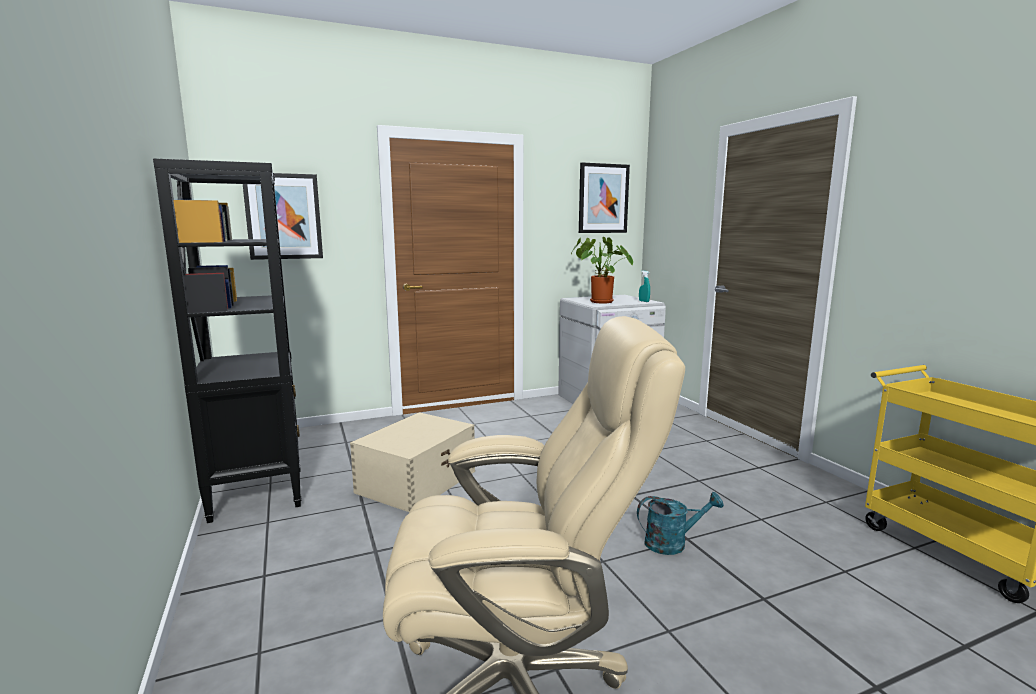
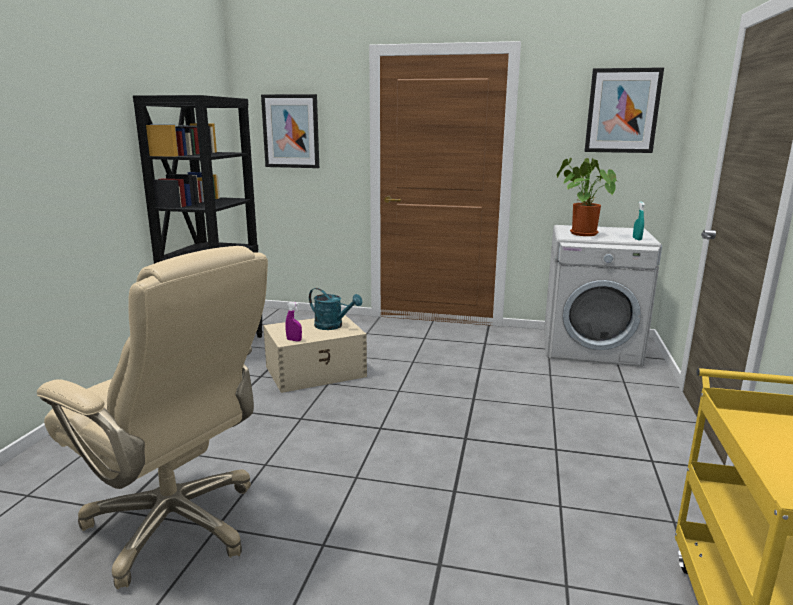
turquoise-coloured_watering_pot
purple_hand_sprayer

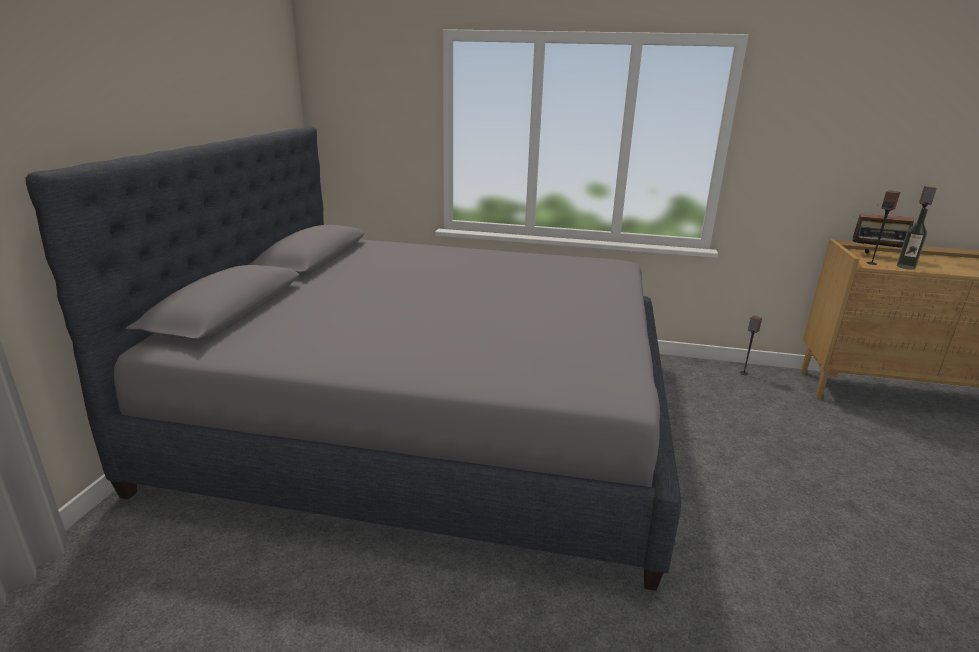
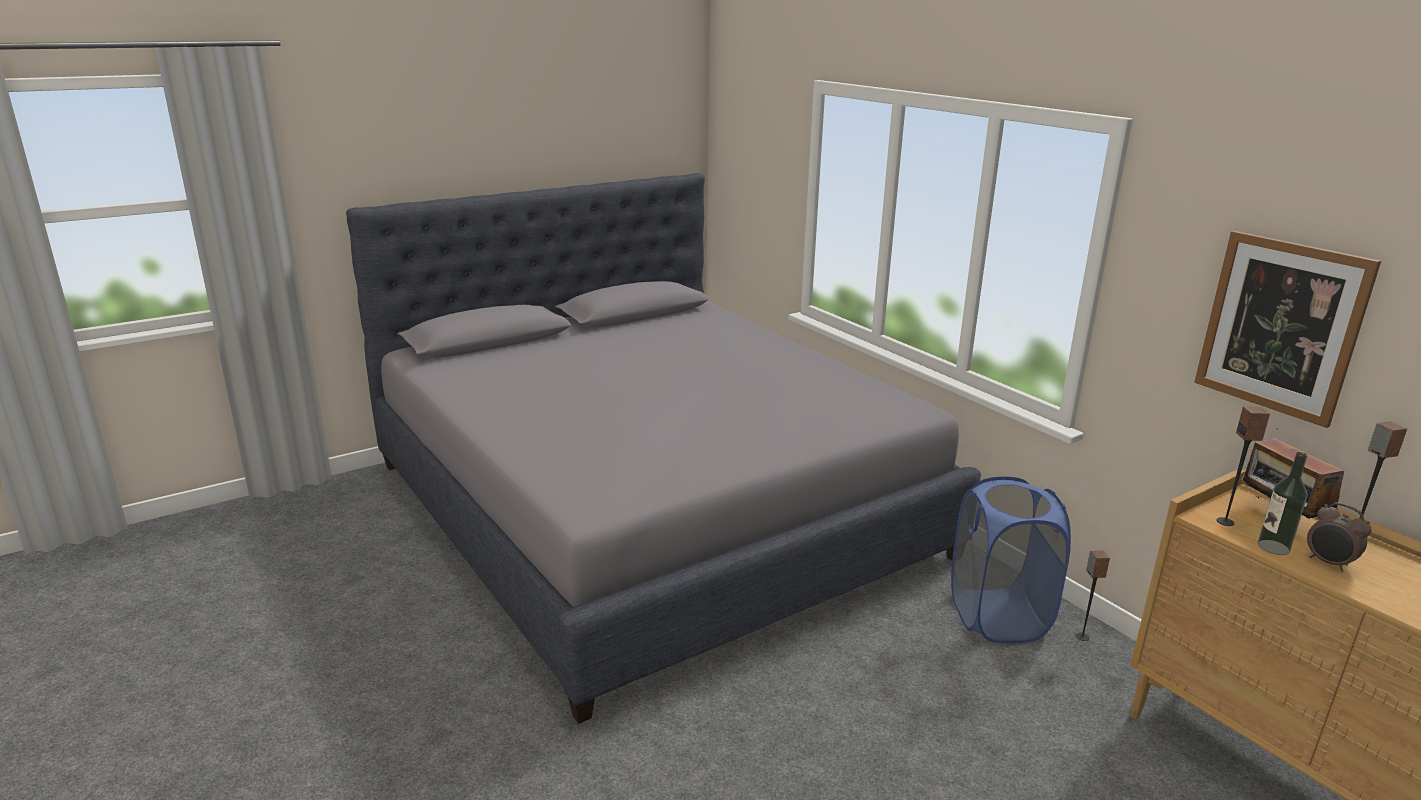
picture
blue_washing_basket
table_clock

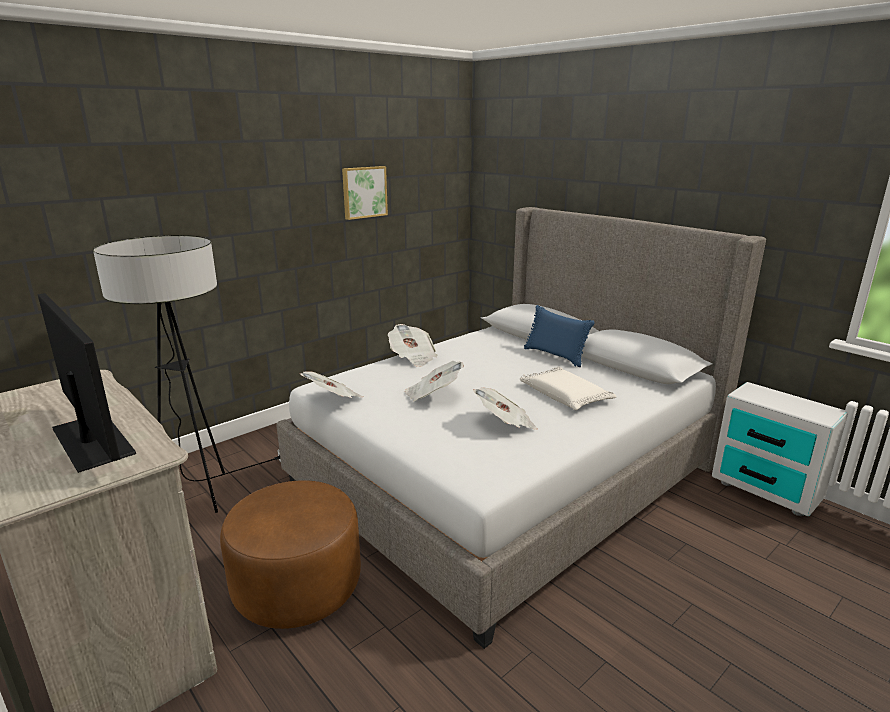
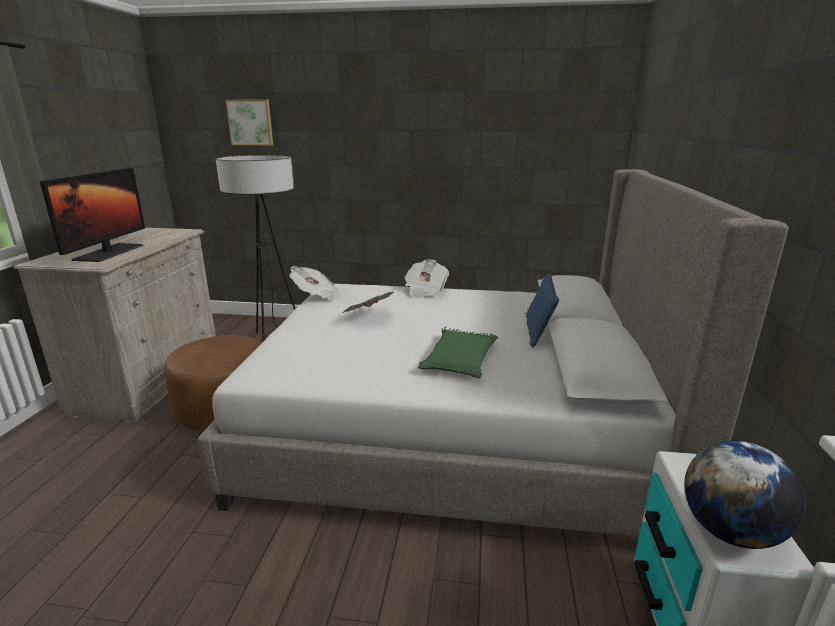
picture
greenish_throw_pillow
printed_paper (no. 4 from left in the first image)
desk_globe

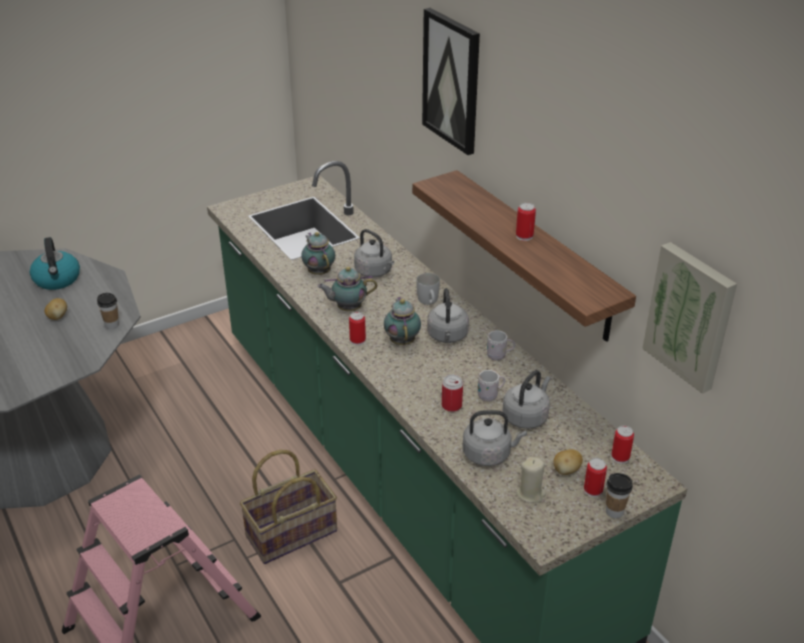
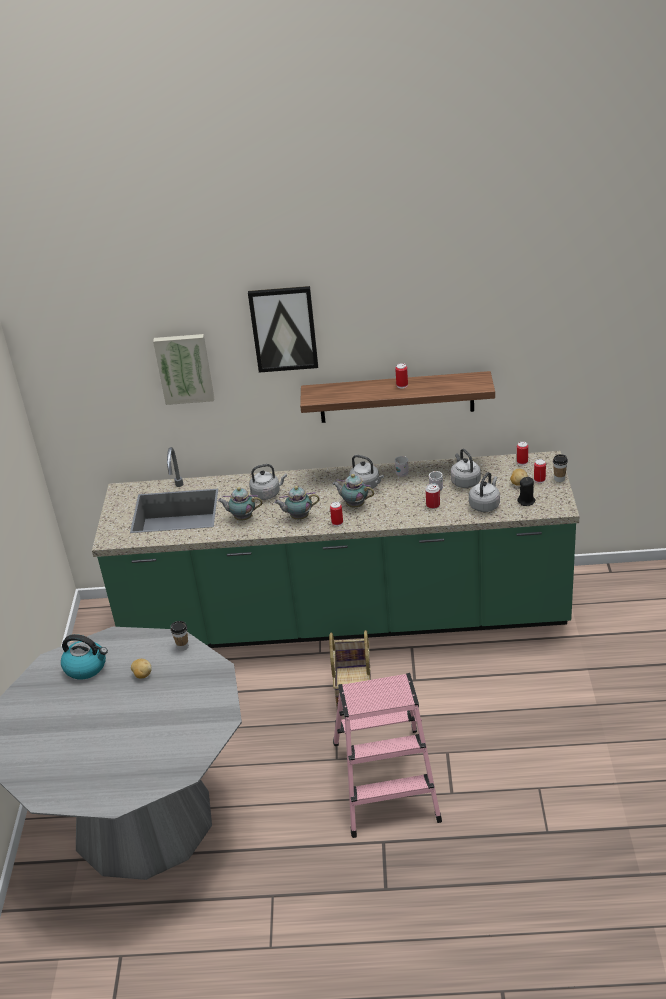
picture (no. 1 from left)
tea_pot (no. 2 from left)
whitish_coffee_mug (no. 1 from left in the first image)
blackish_wax_candle

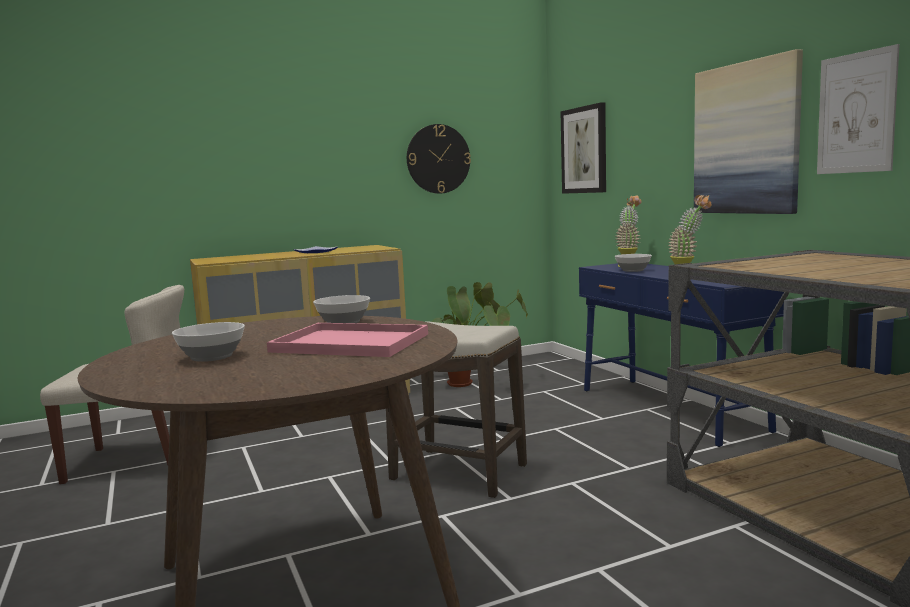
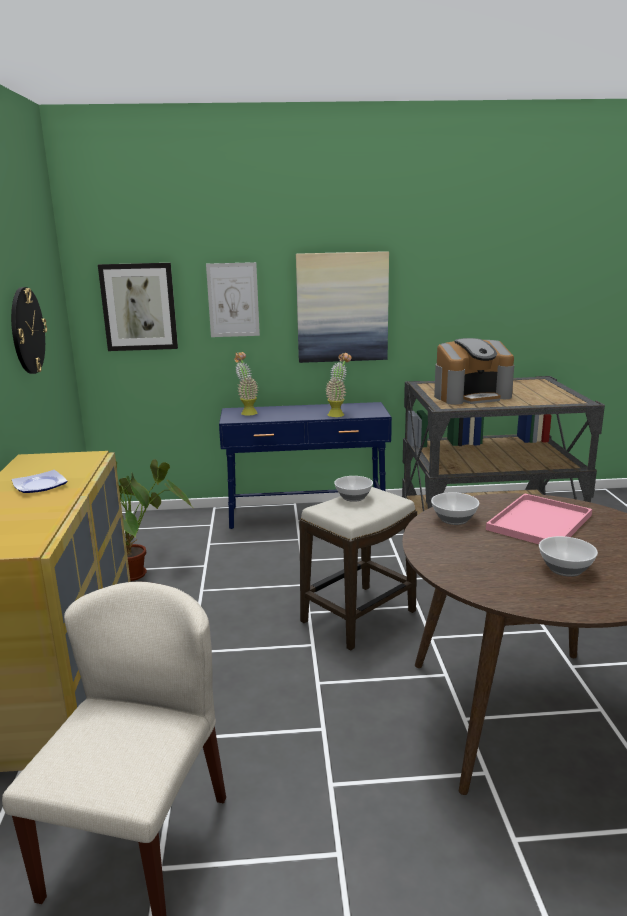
picture (no. 2 from left)
deep_dish (no. 1 from left)
coffee_maker

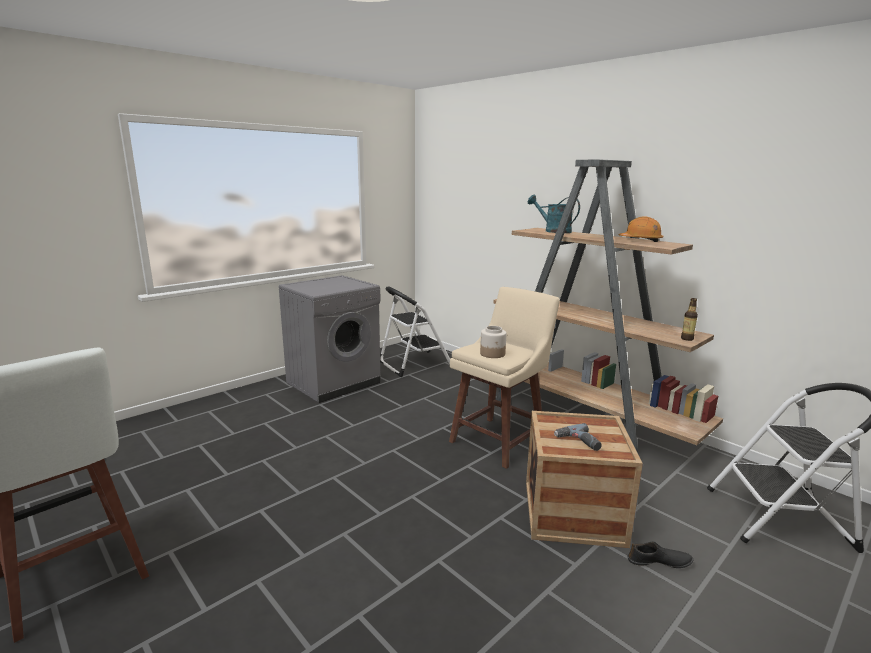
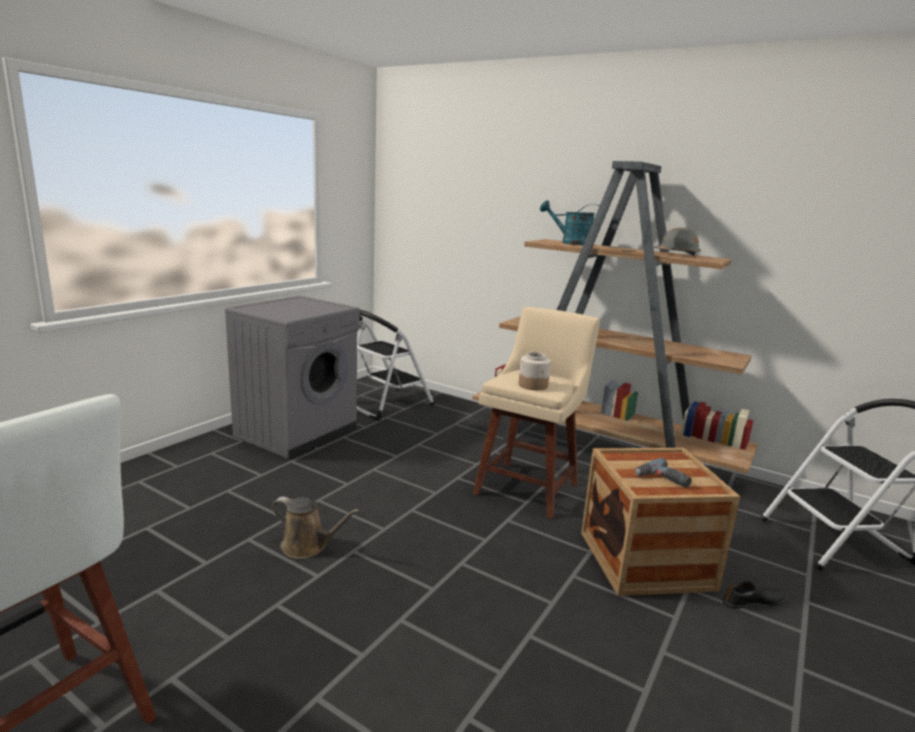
greyish_hard_hat
bottle
brown-coloured_watering_pot

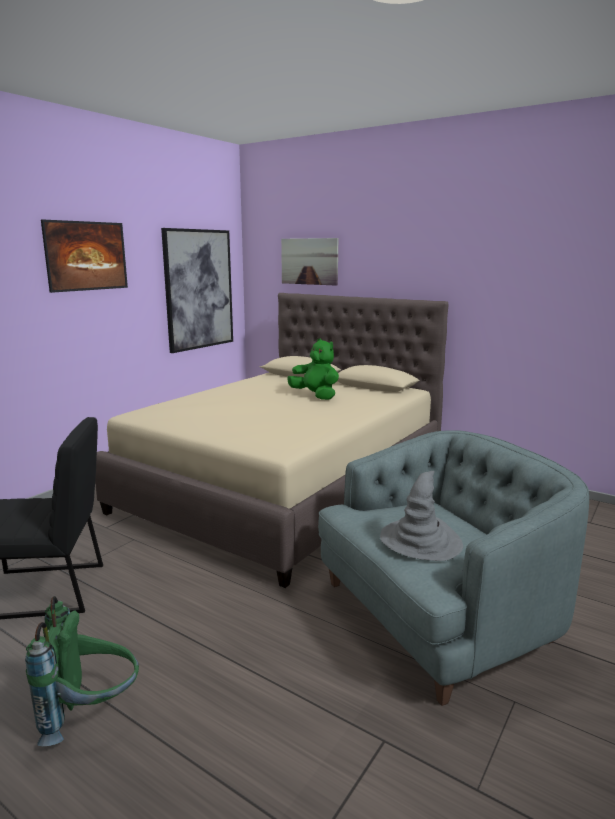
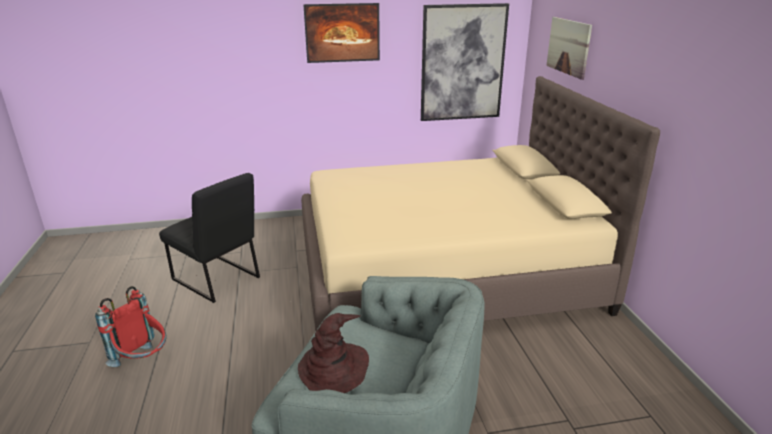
greenish_soft_toy
brown-coloured_clothing_hat
reddish_knapsack

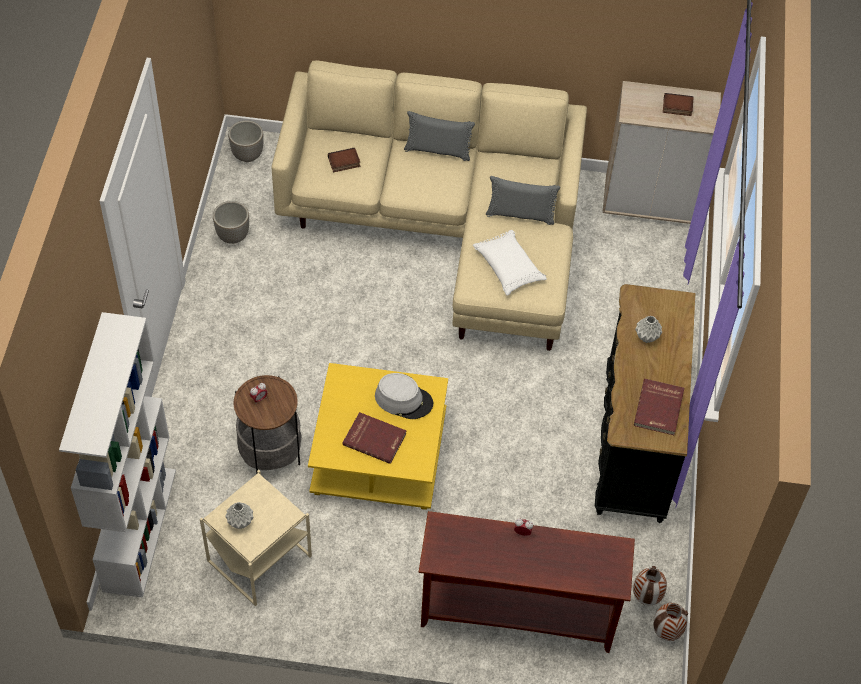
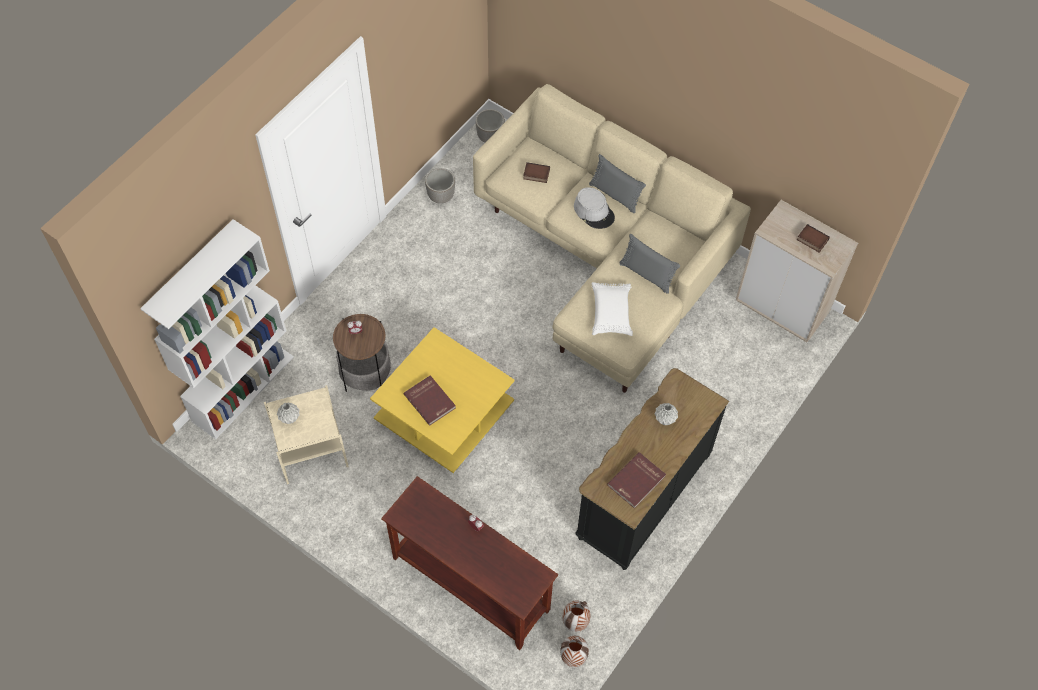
greyish_clothing_hat

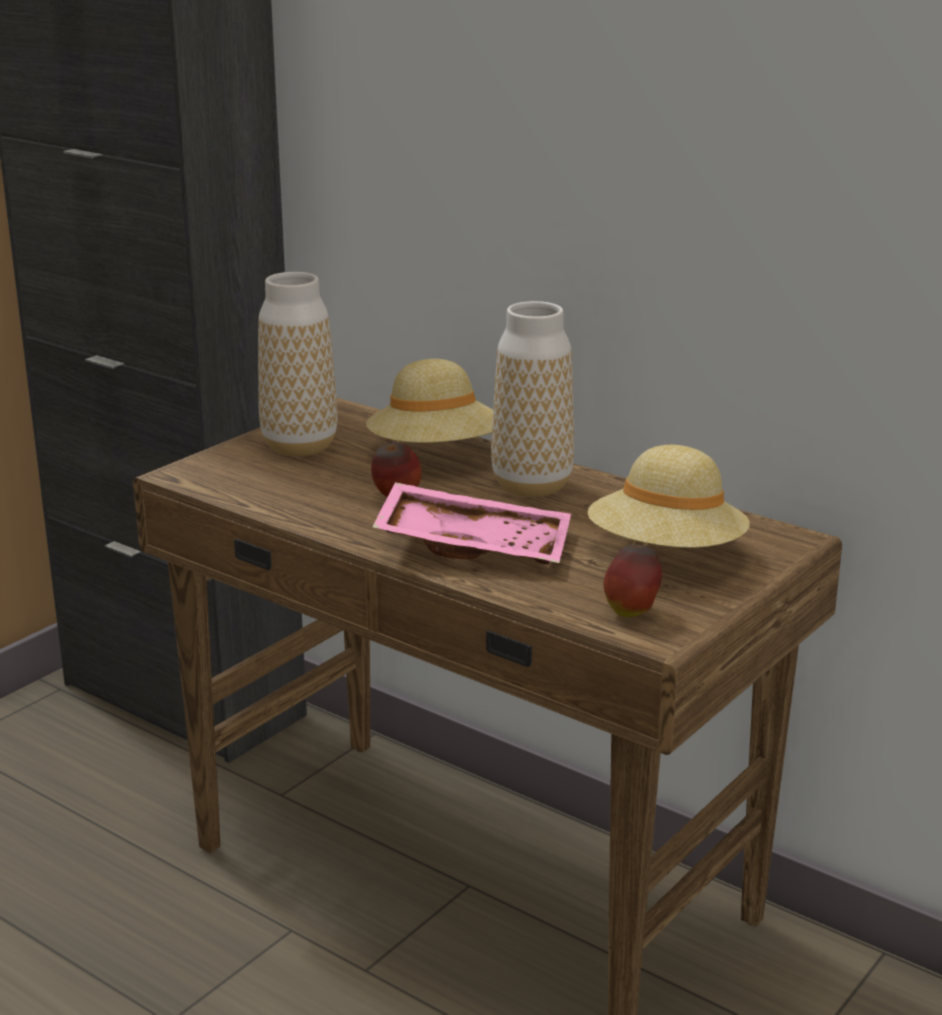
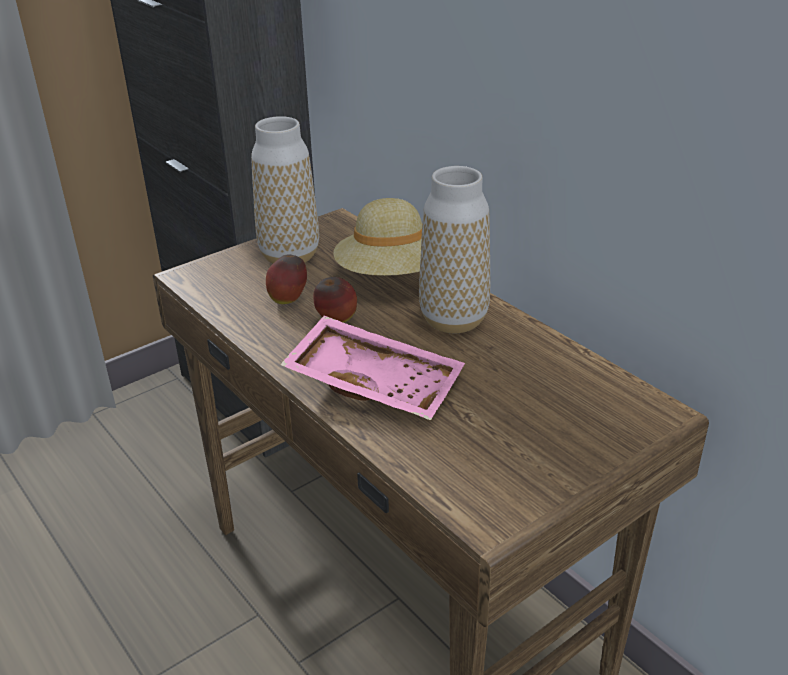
beige-coloured_clothing_hat (no. 2 from left in the first image)
apple_fruit (no. 1 from left)

